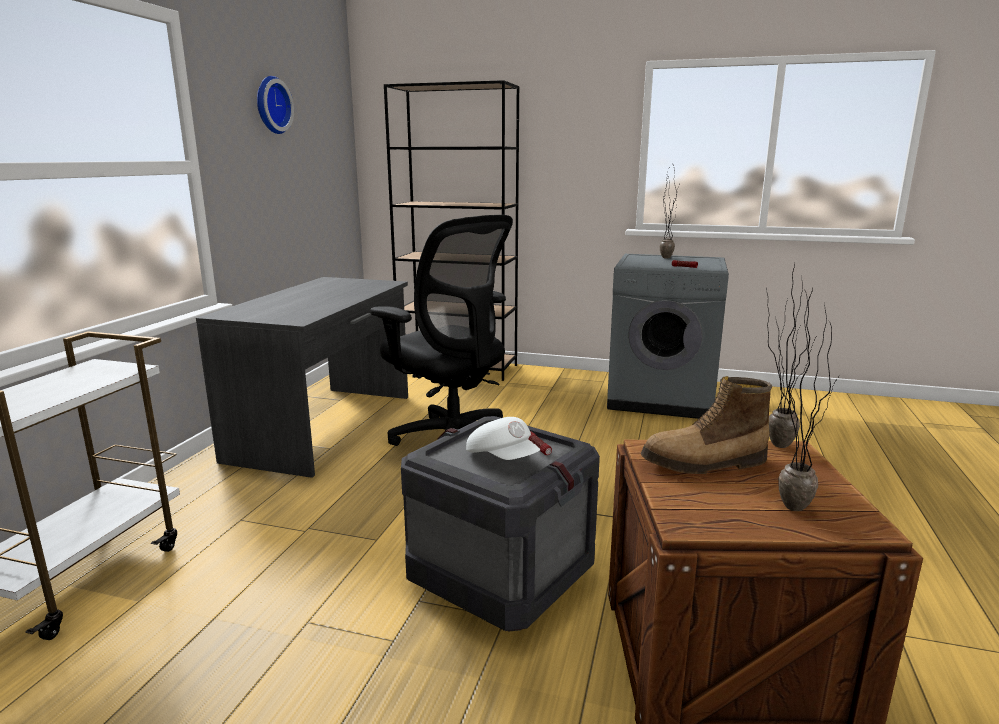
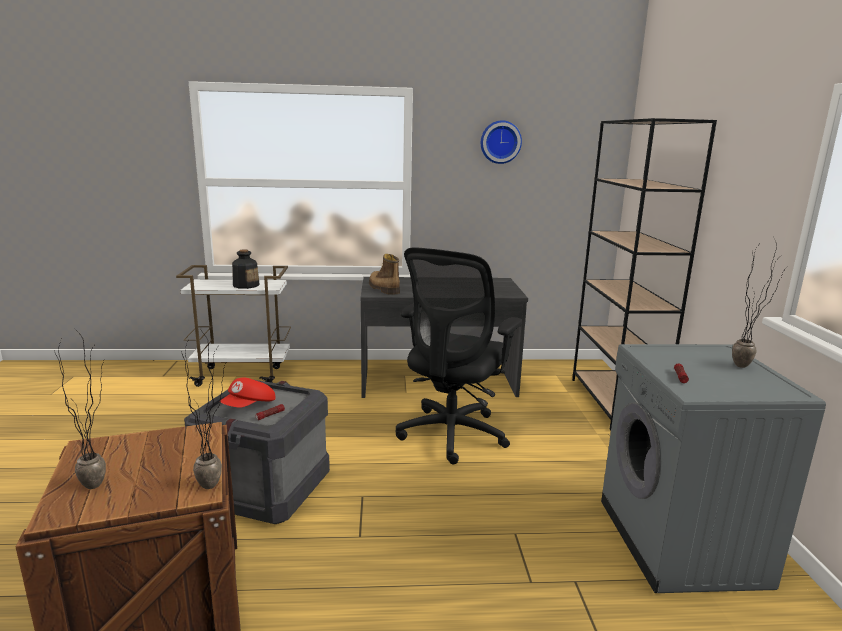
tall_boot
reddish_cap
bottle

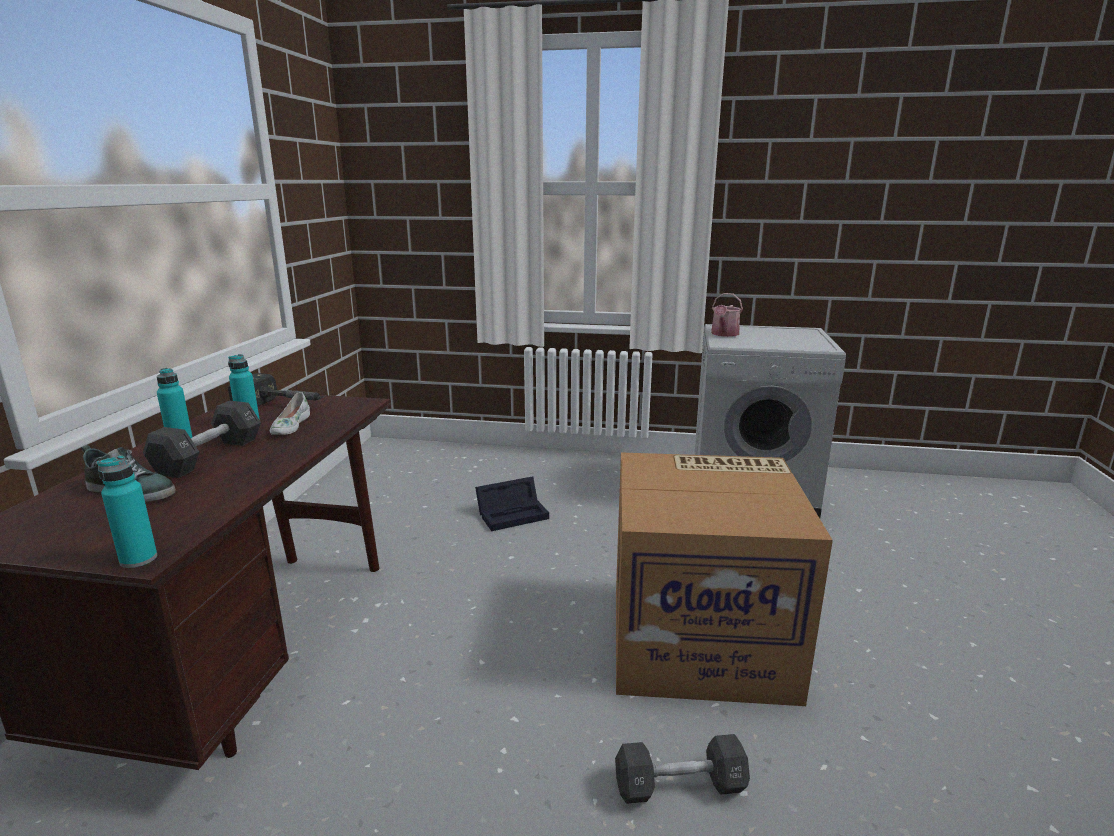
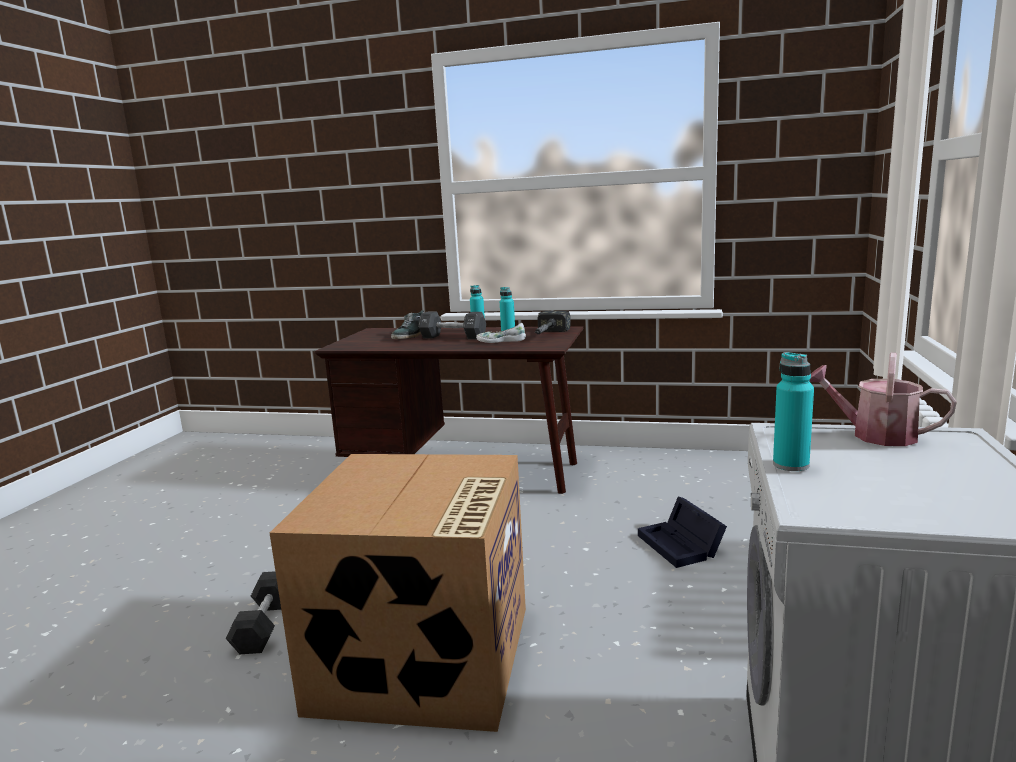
turquoise-coloured_bottle (no. 3 from left)

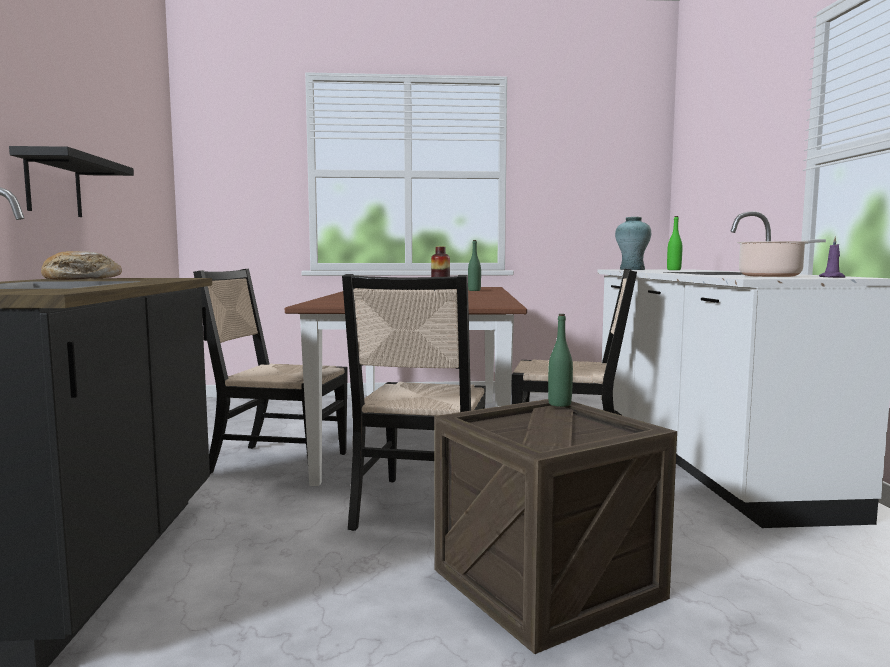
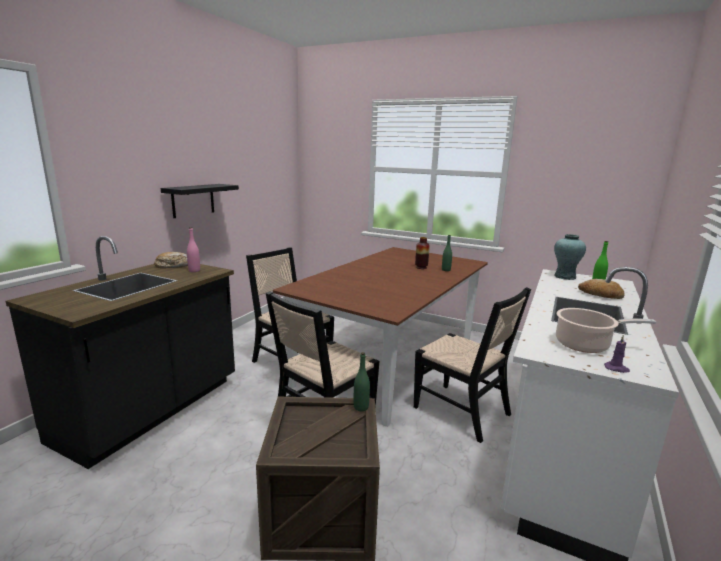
pinkish_bottle
bakery_bread (no. 2 from left)

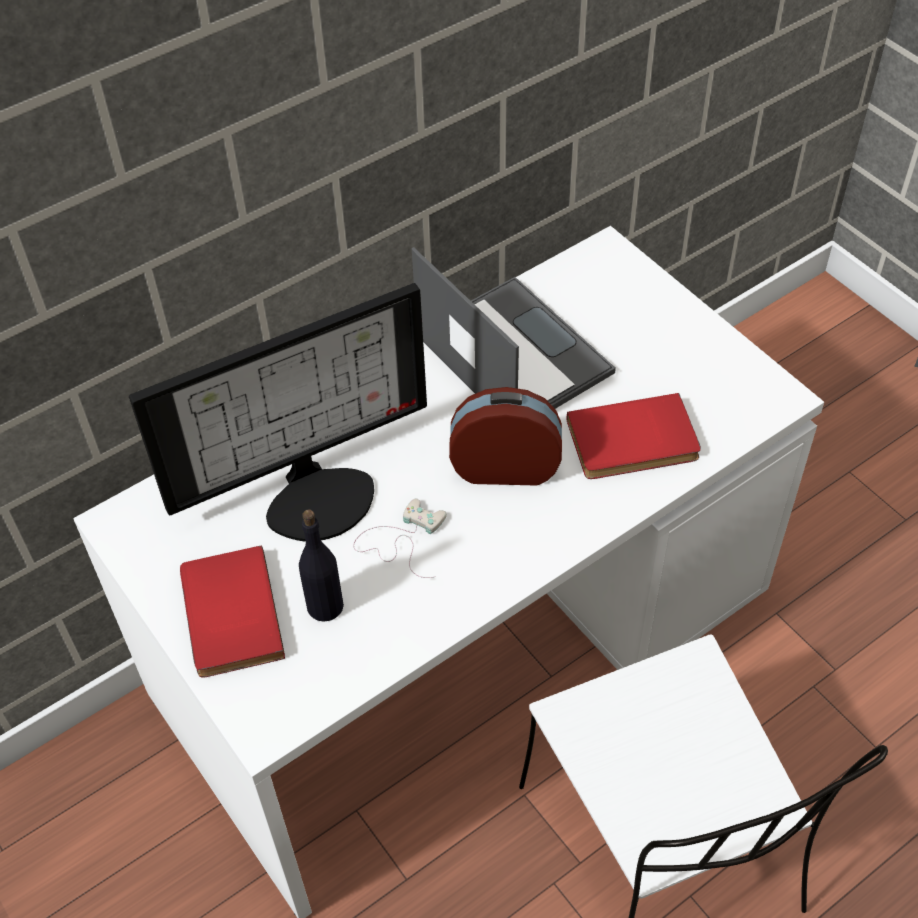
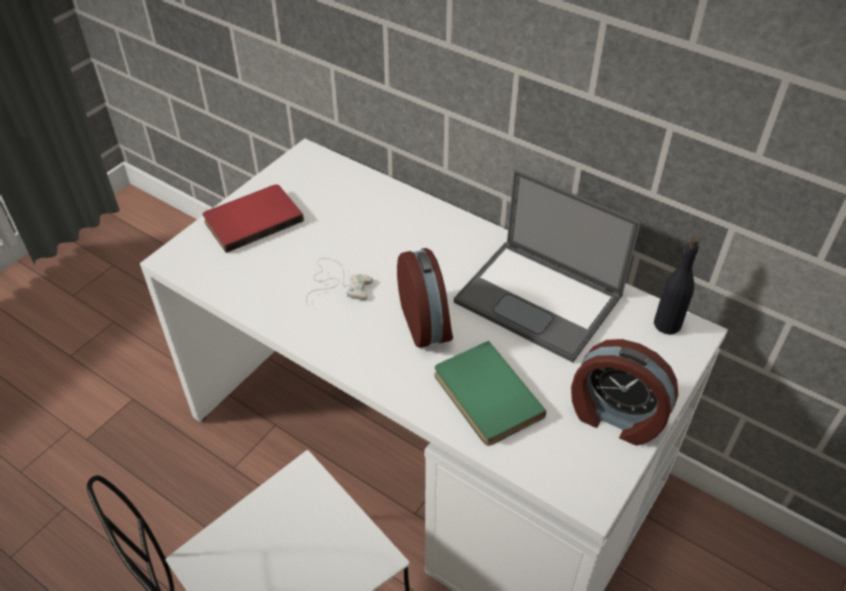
portable_computer
monitor
greenish_book
blackish_bottle
table_clock (no. 2 from left)

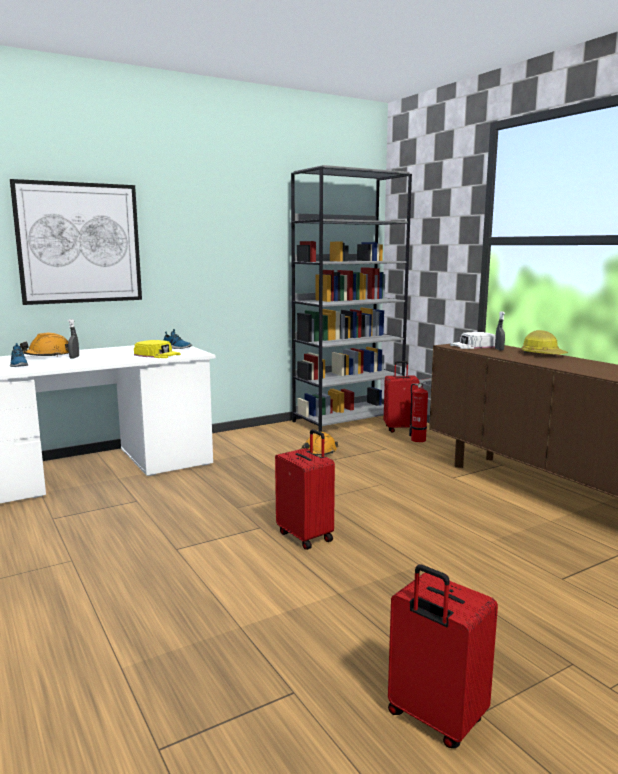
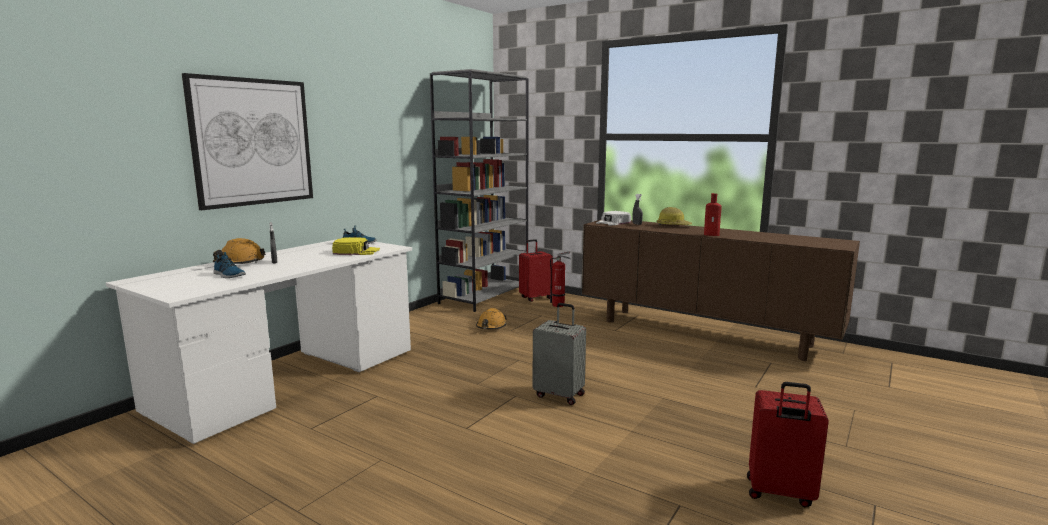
greyish_suitcase
reddish_bottle

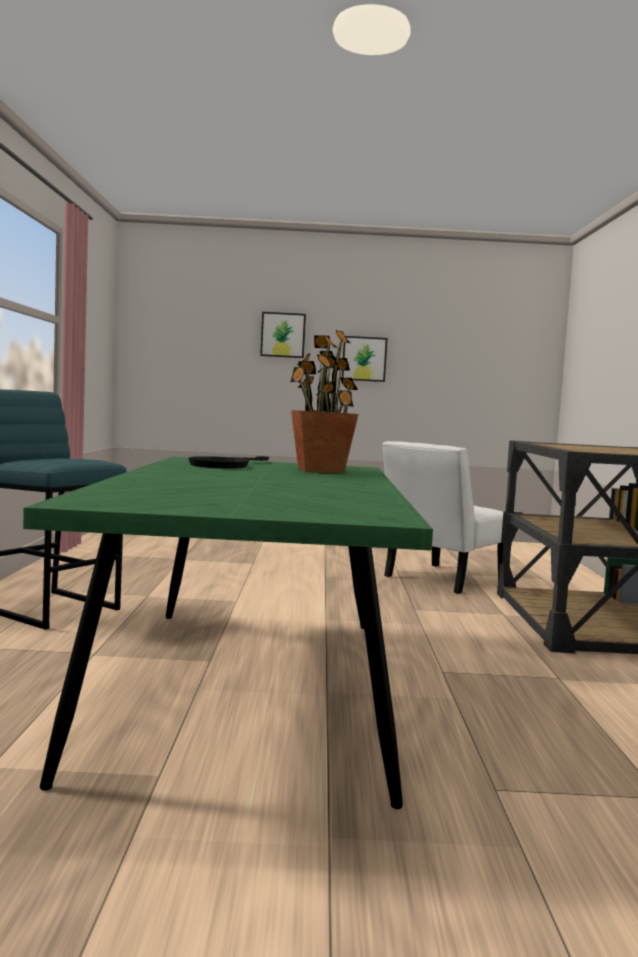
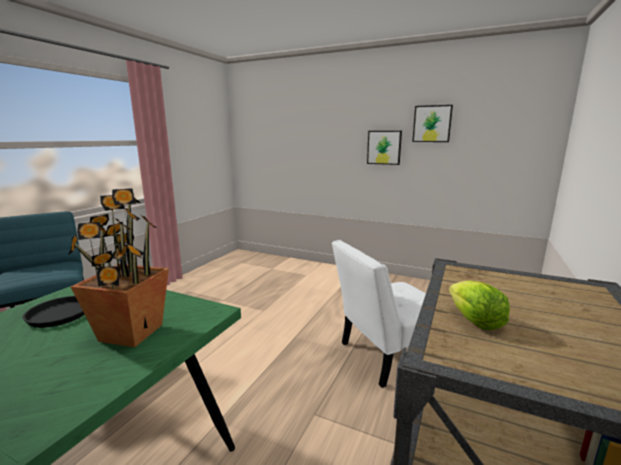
picture (no. 2 from left)
lettuce_head

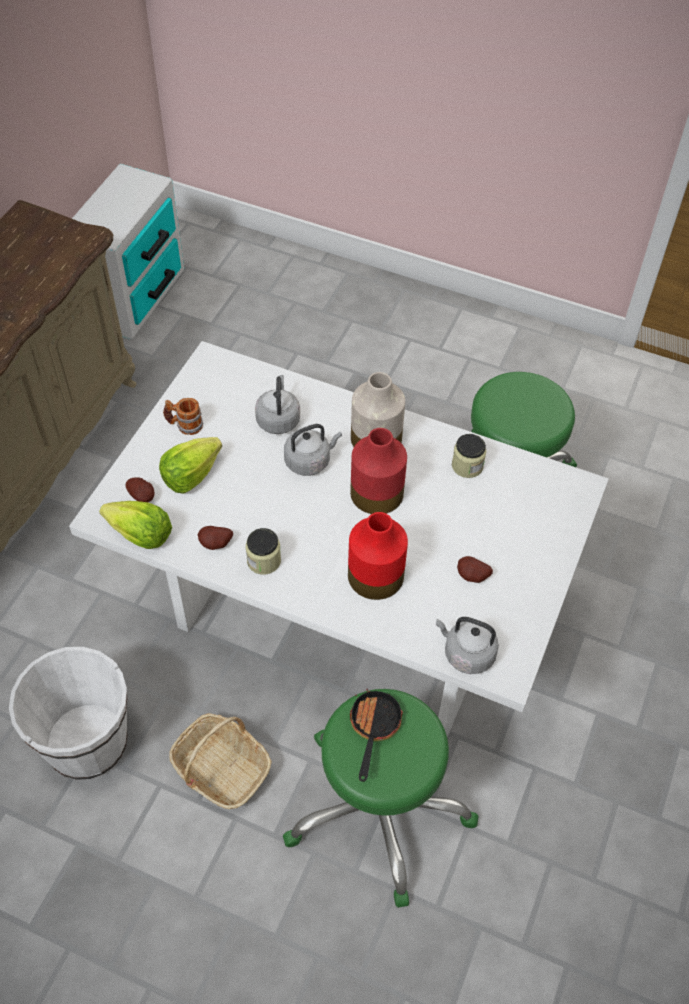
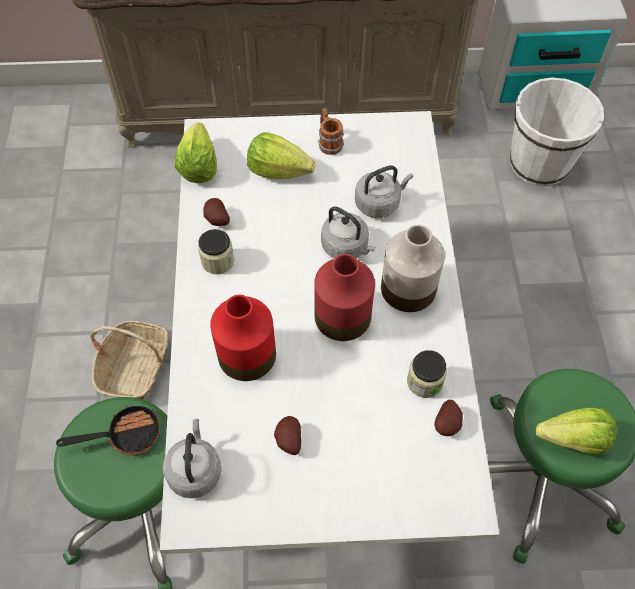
potato (no. 3 from left)
whitish_bucket
lettuce_head (no. 3 from left)

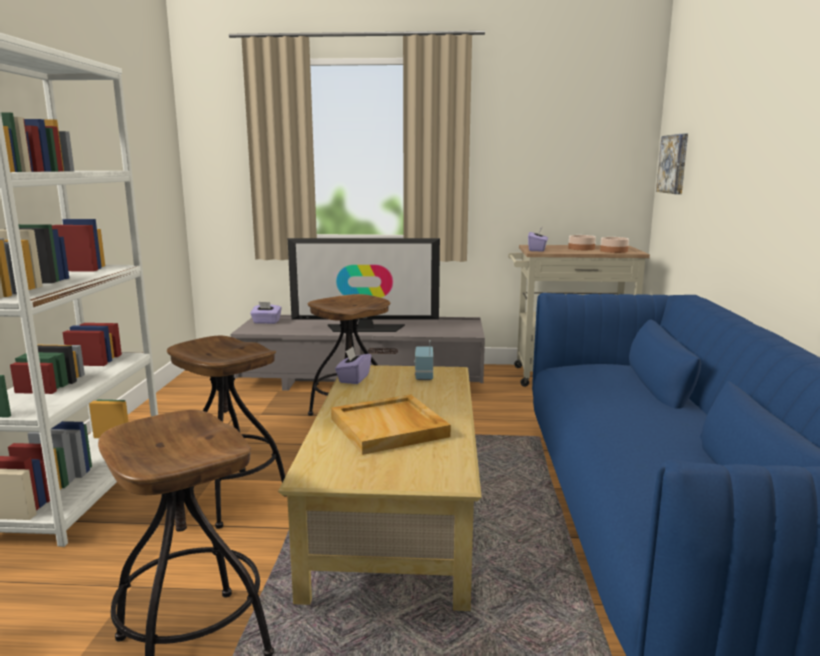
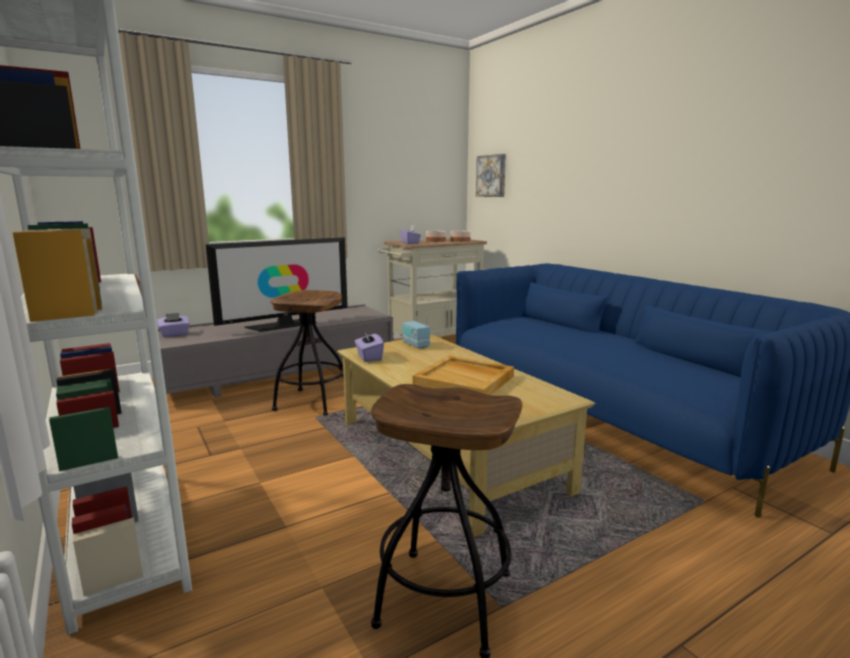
brown-coloured_stool (no. 2 from left in the first image)

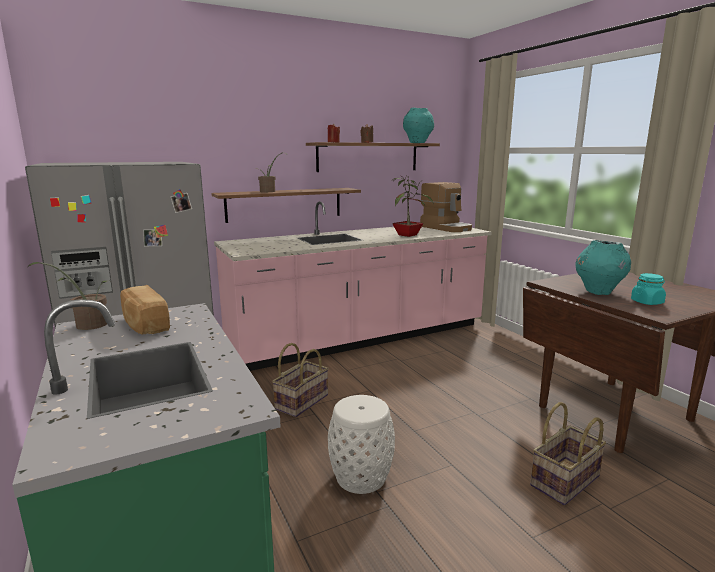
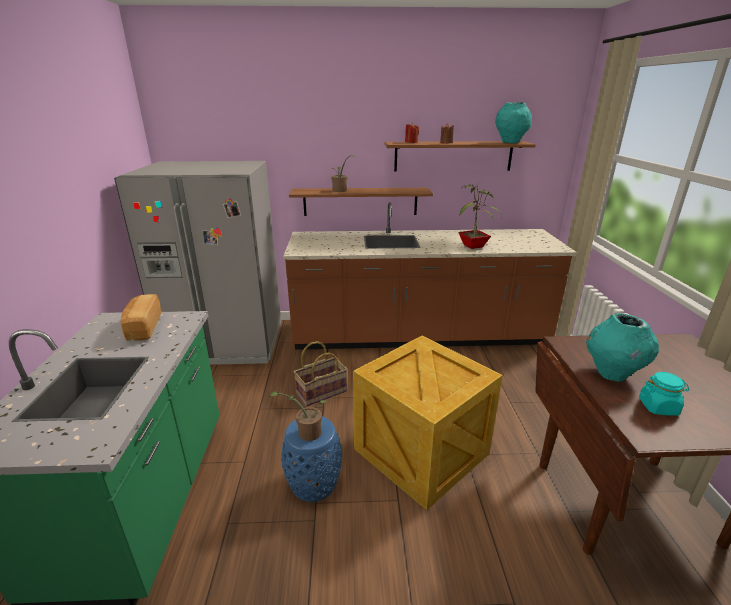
coffee_maker
brown-coloured_kitchen_base_unit
houseplant (no. 1 from left)
blue_stool
storage_basket (no. 2 from left in the first image)
packing_crate

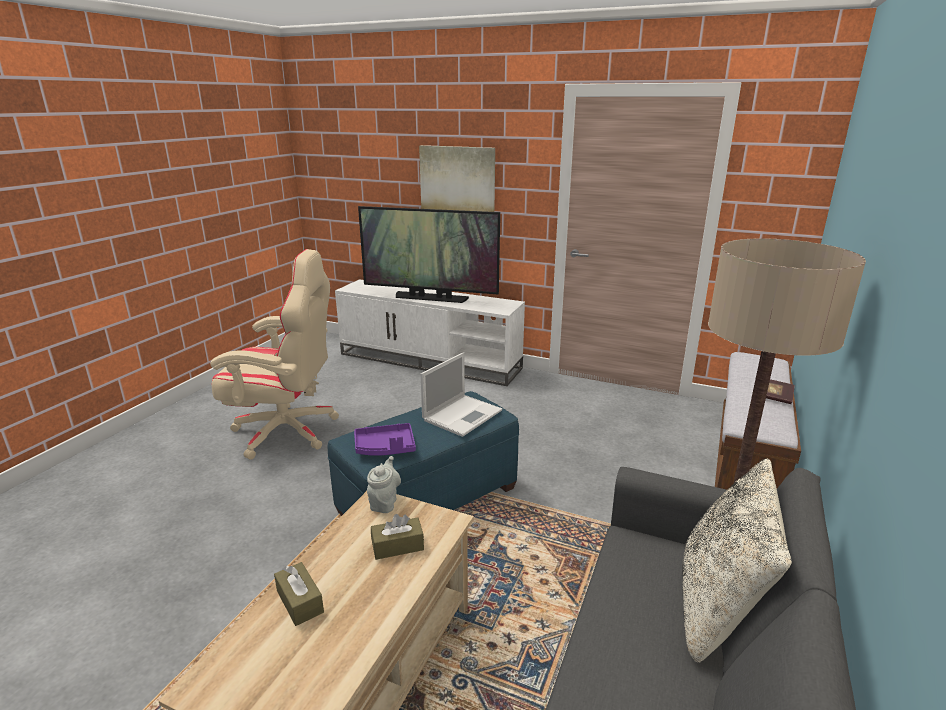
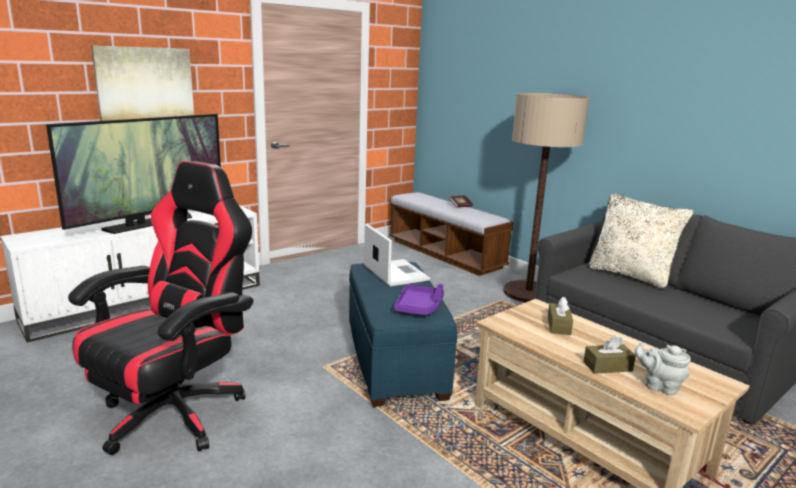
blackish_desk_chair
greyish_tea_pot

